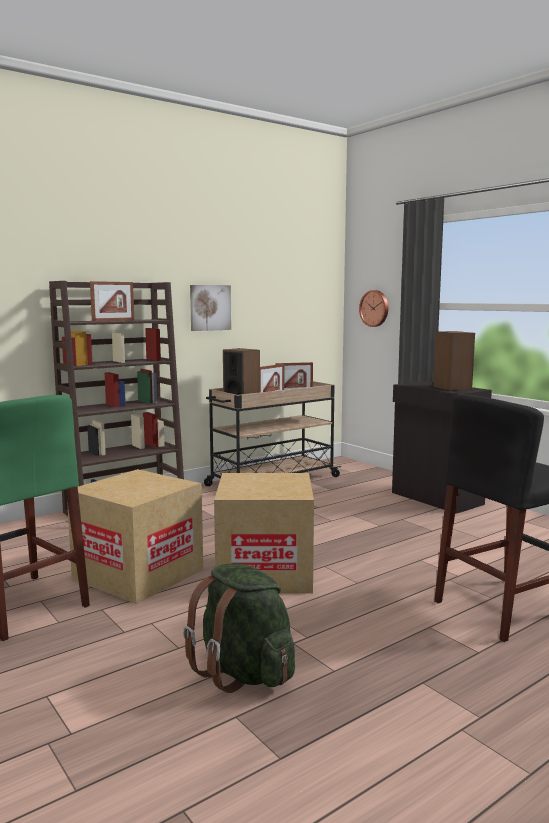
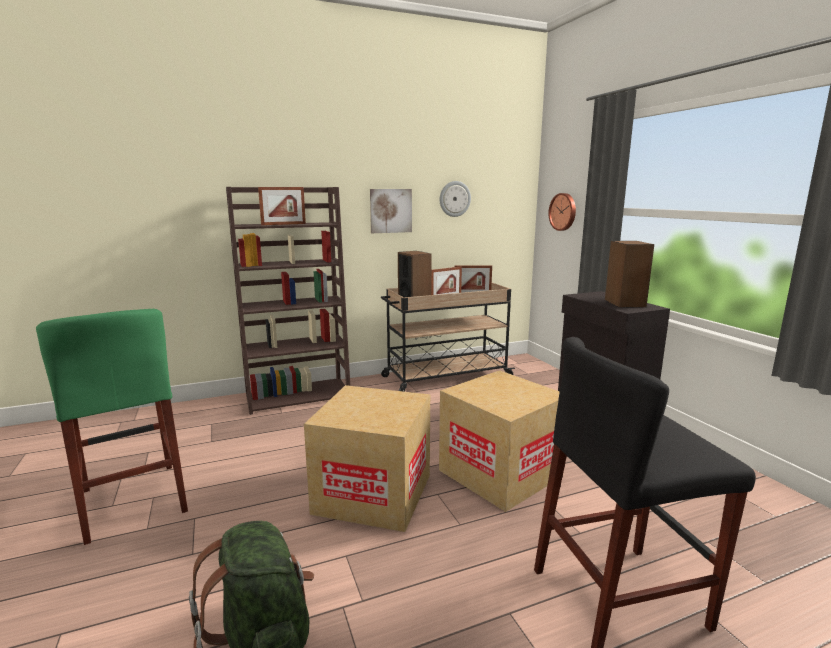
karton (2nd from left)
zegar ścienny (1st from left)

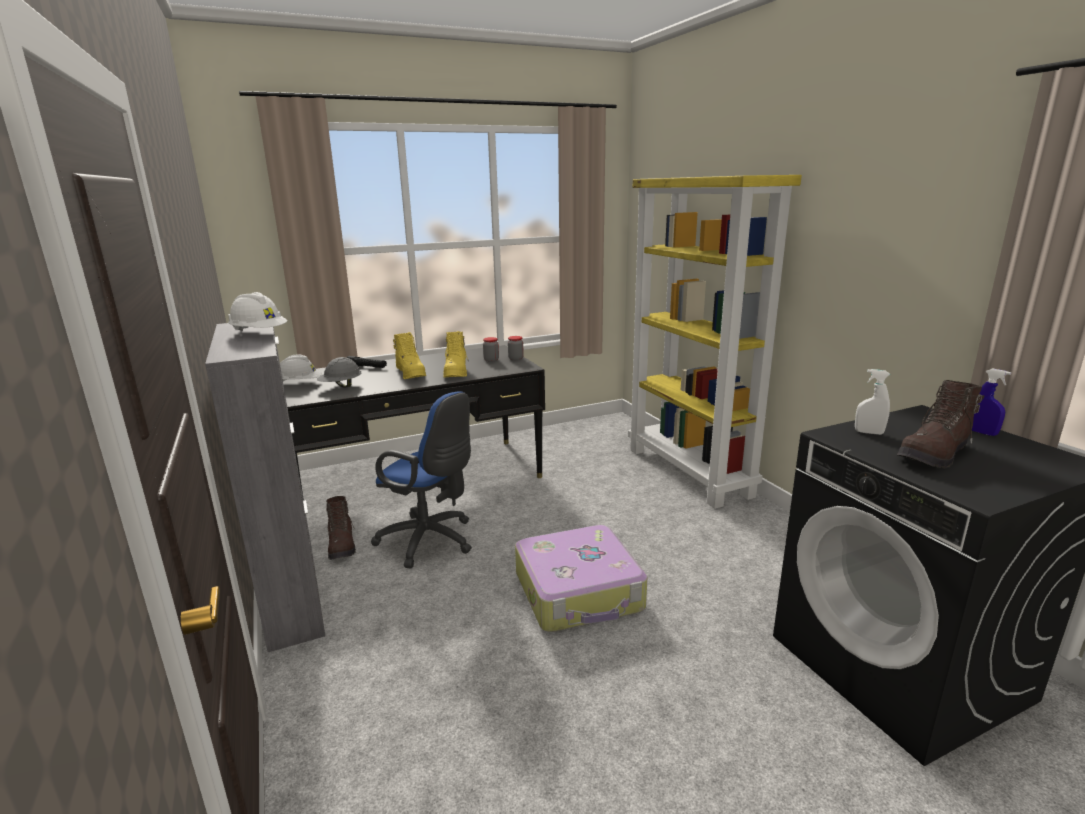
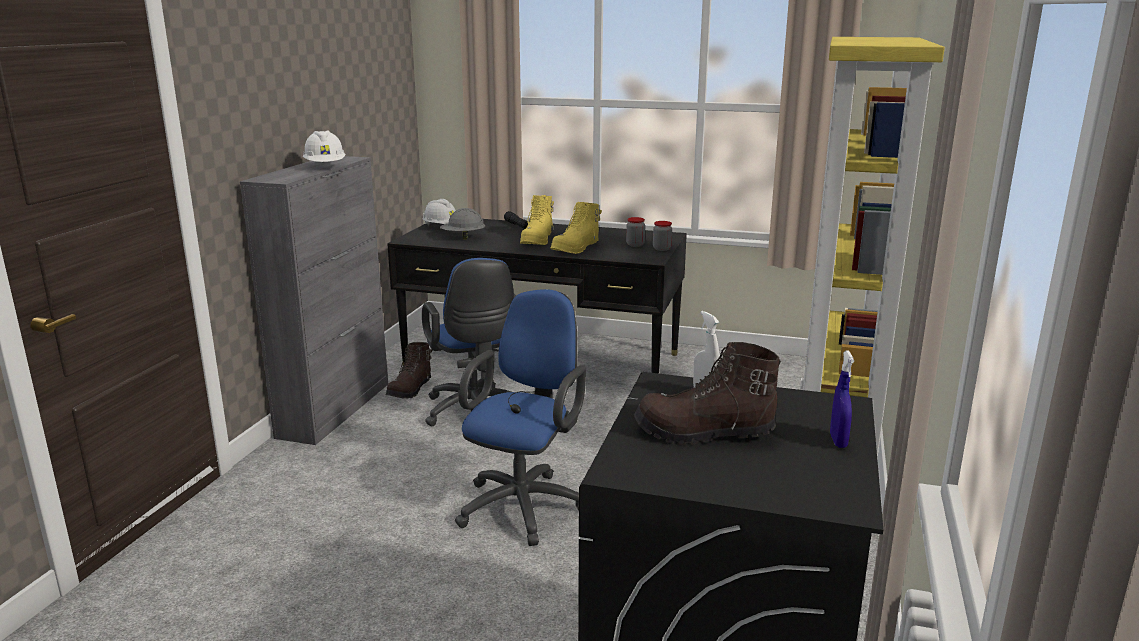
krzesło biurowe/niebieski (2nd from left)

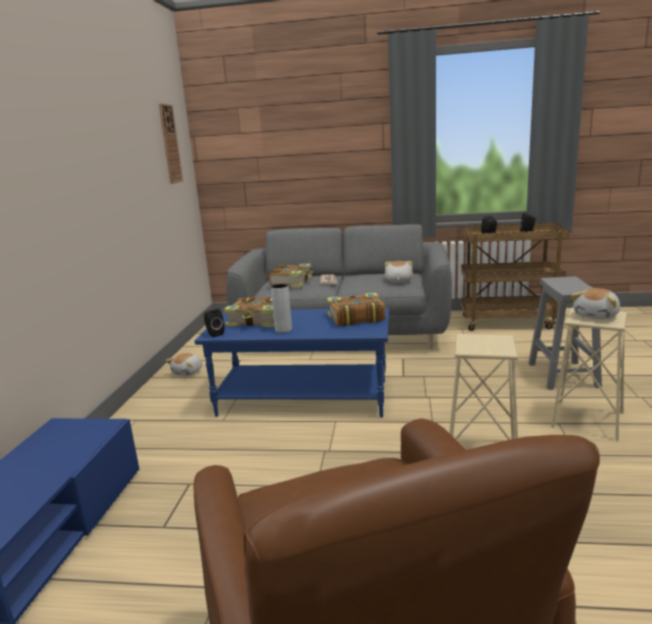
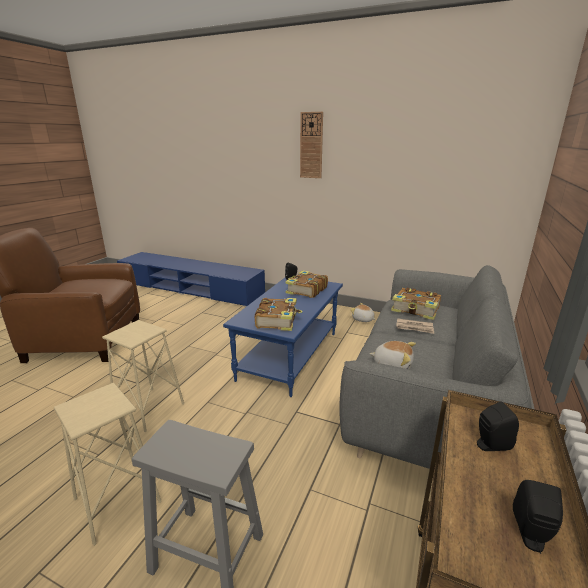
zegar ścienny
wazon/szary
pluszak (3rd from left in the first image)

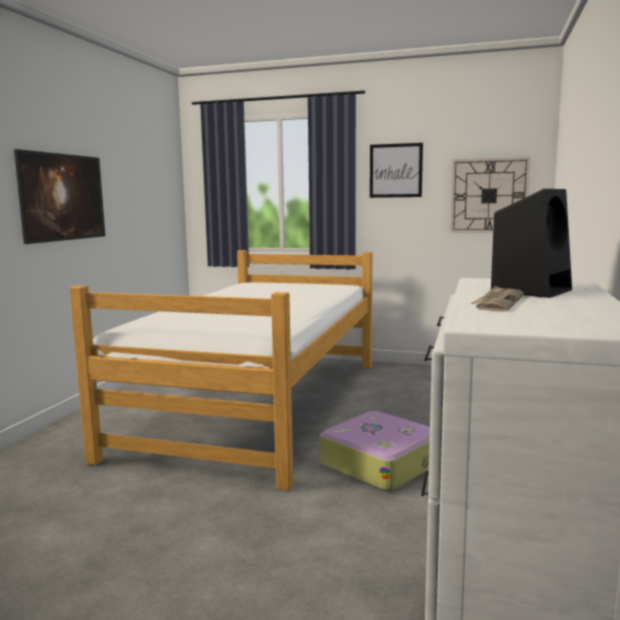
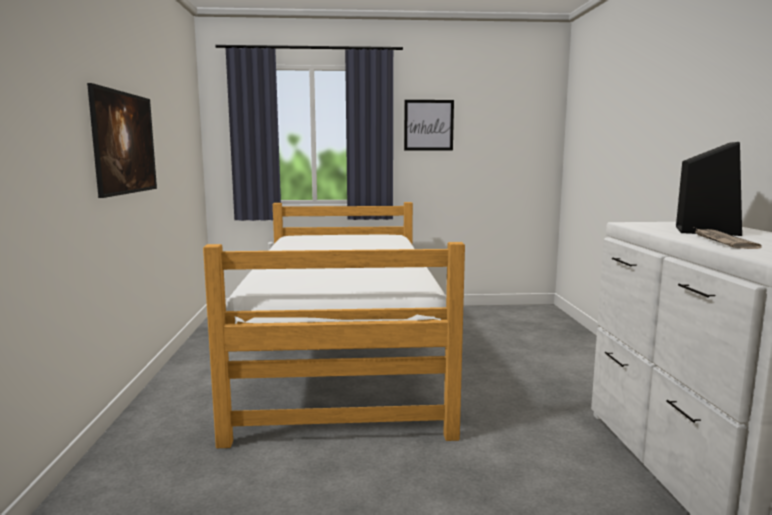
walizka
zegar ścienny

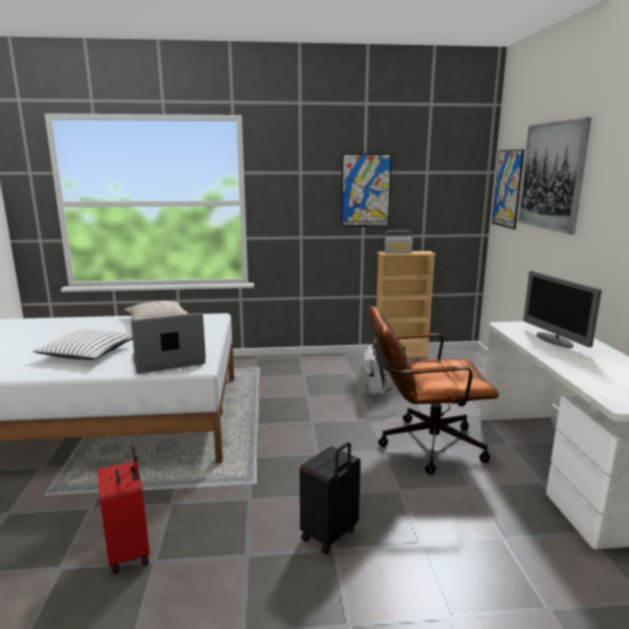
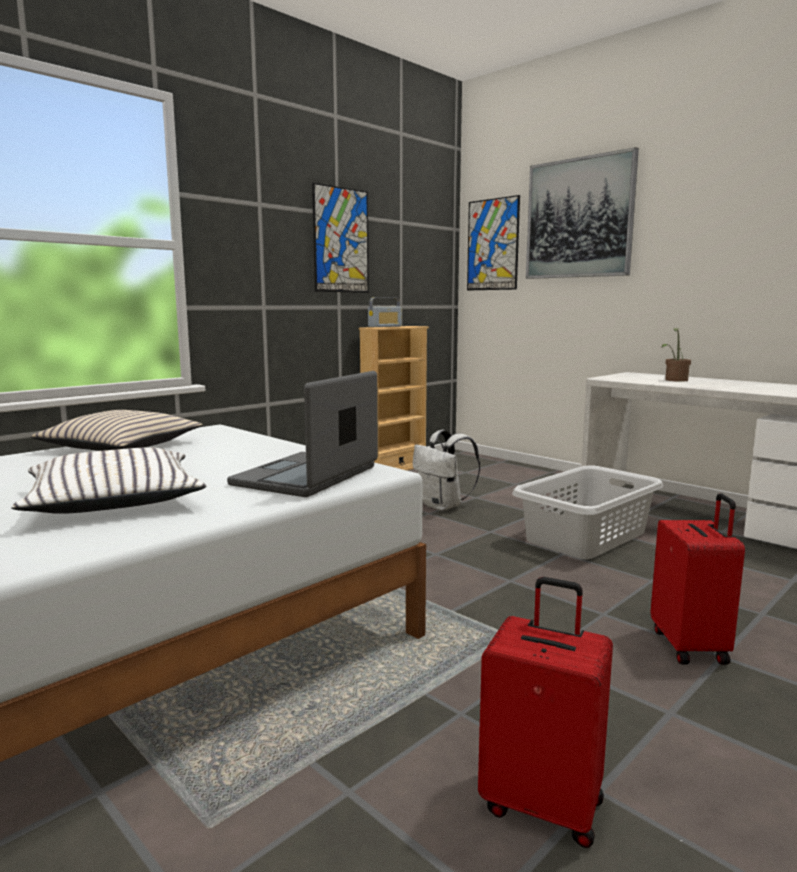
kosz na pranie/szary
walizka/czerwony (2nd from left)
roślina doniczkowa

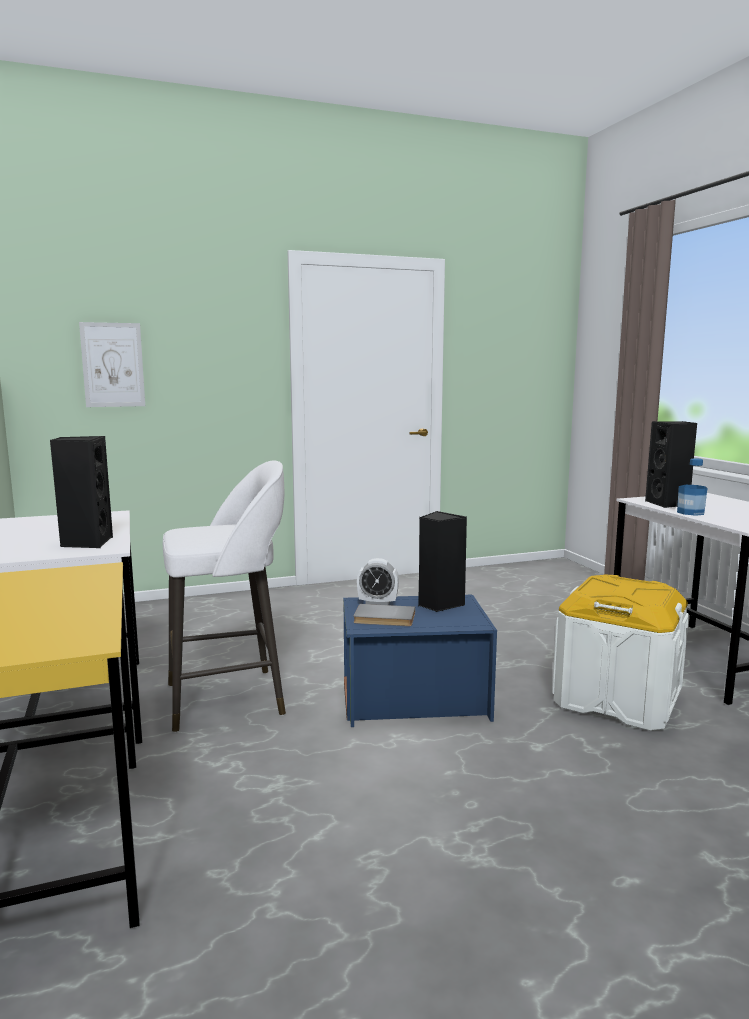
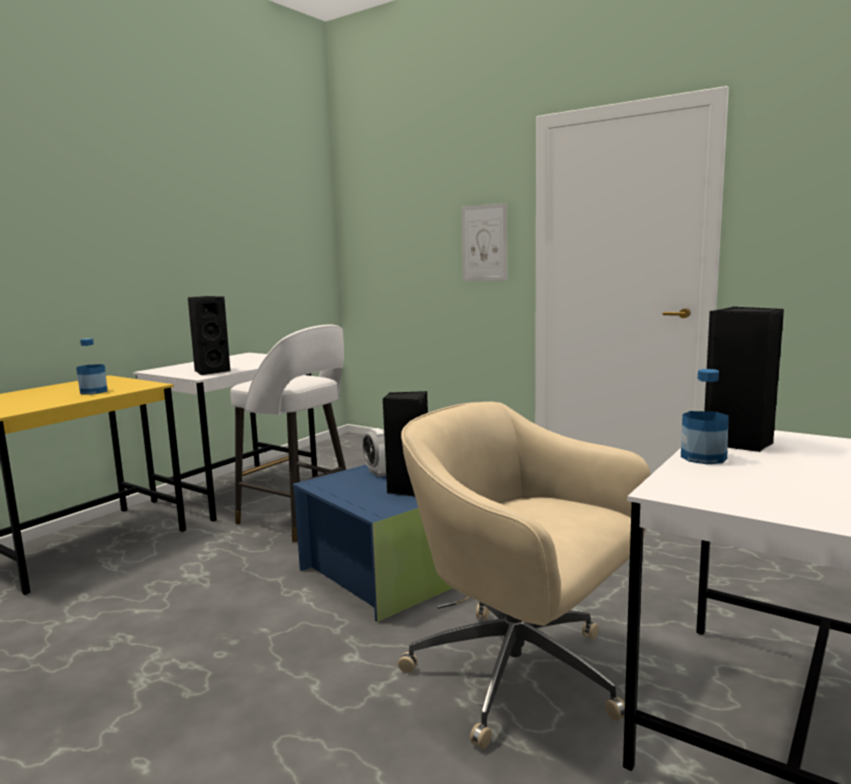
butelka (1st from left)
krzesło biurowe/beżowy
obraz
książka/szary

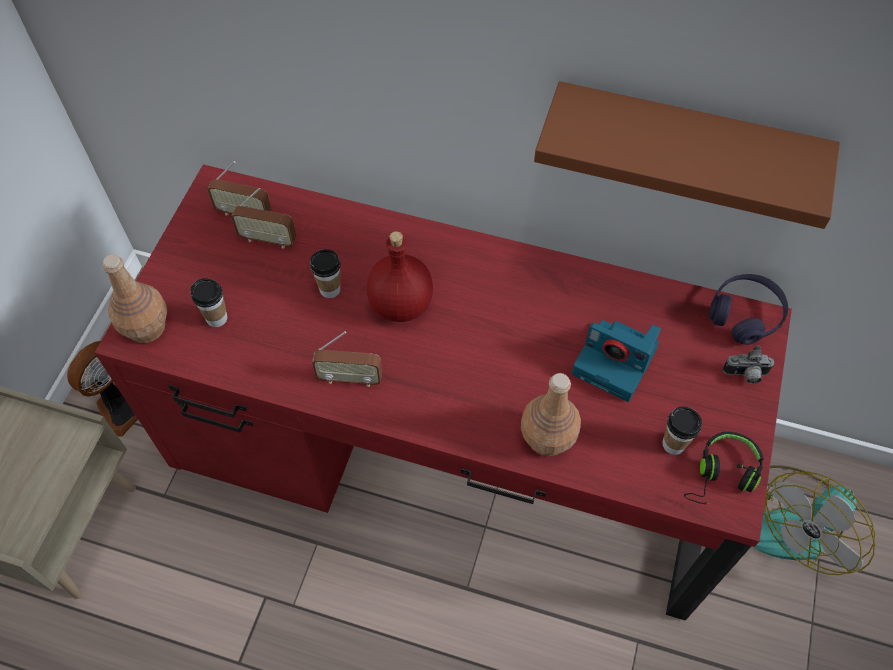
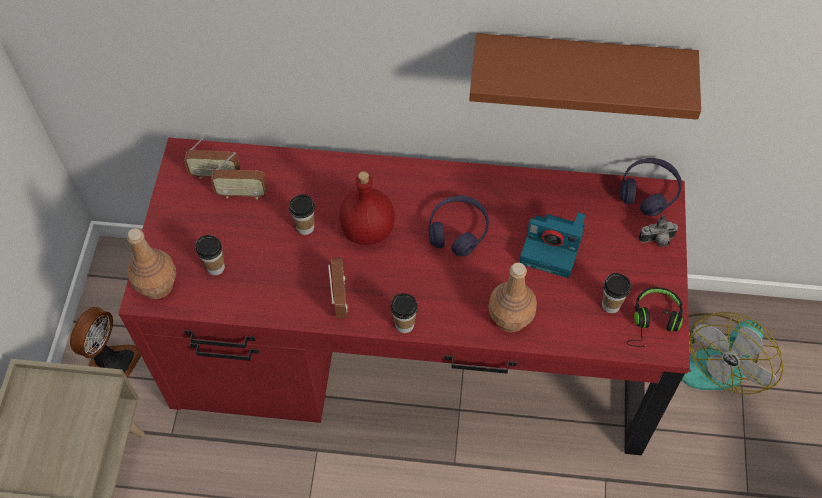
radio (3rd from left)
filiżanka (3rd from left)
słuchawki/fioletowy (1st from left)

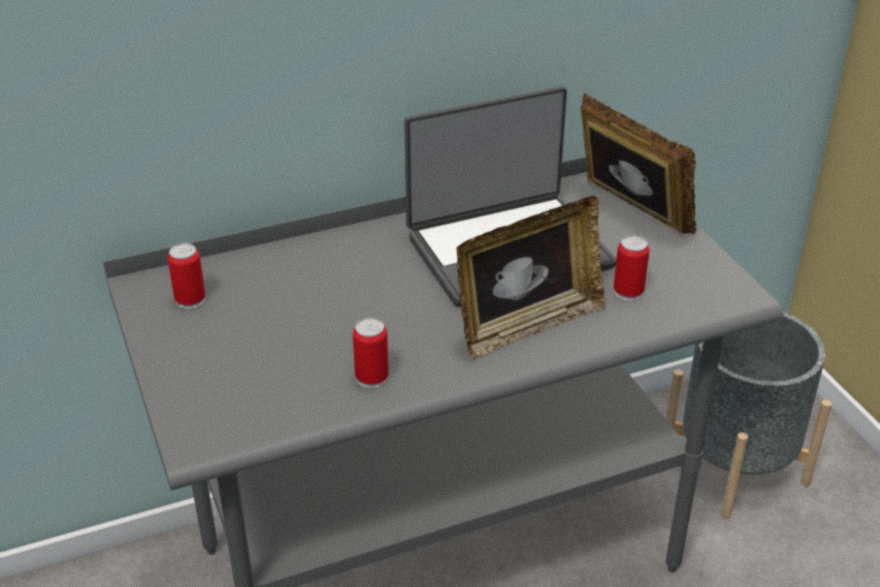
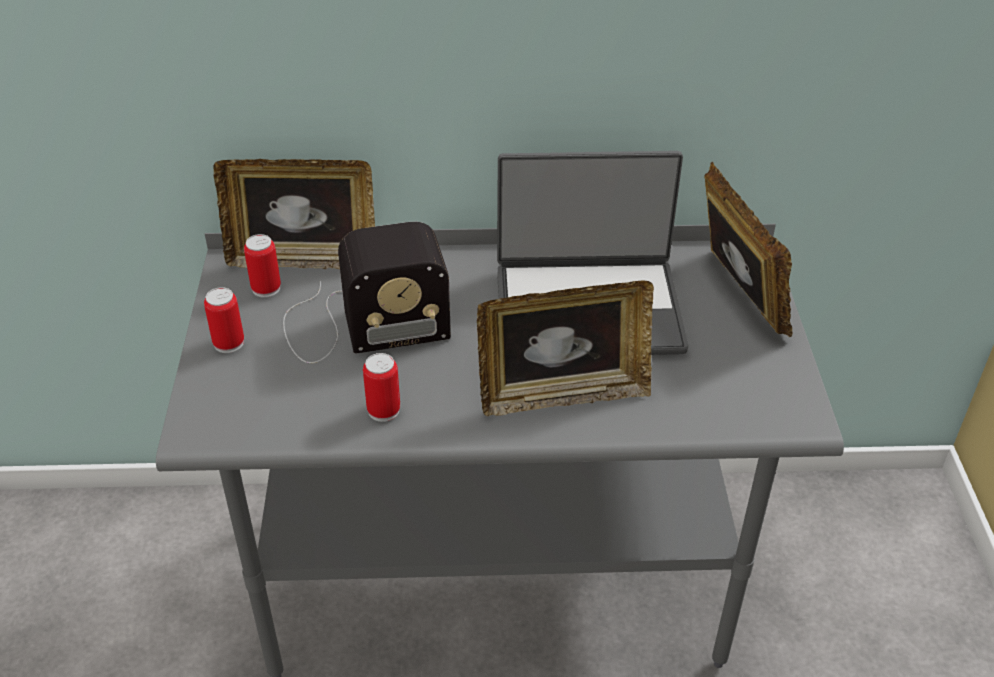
puszka (1st from left)
ramka na zdjęcie (1st from left)
radio
donica/szary

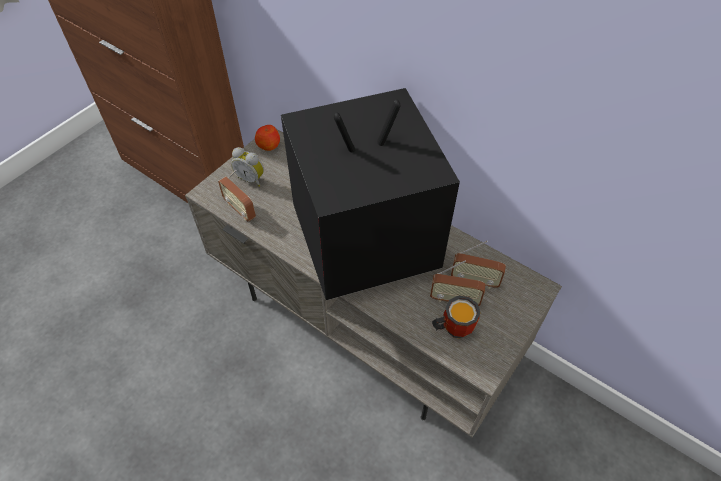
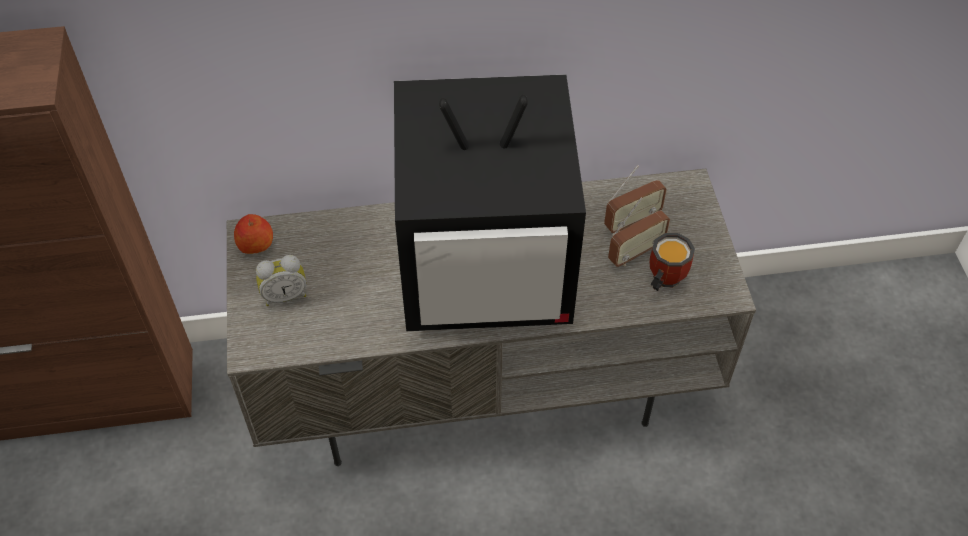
telewizor
radio (1st from left in the first image)

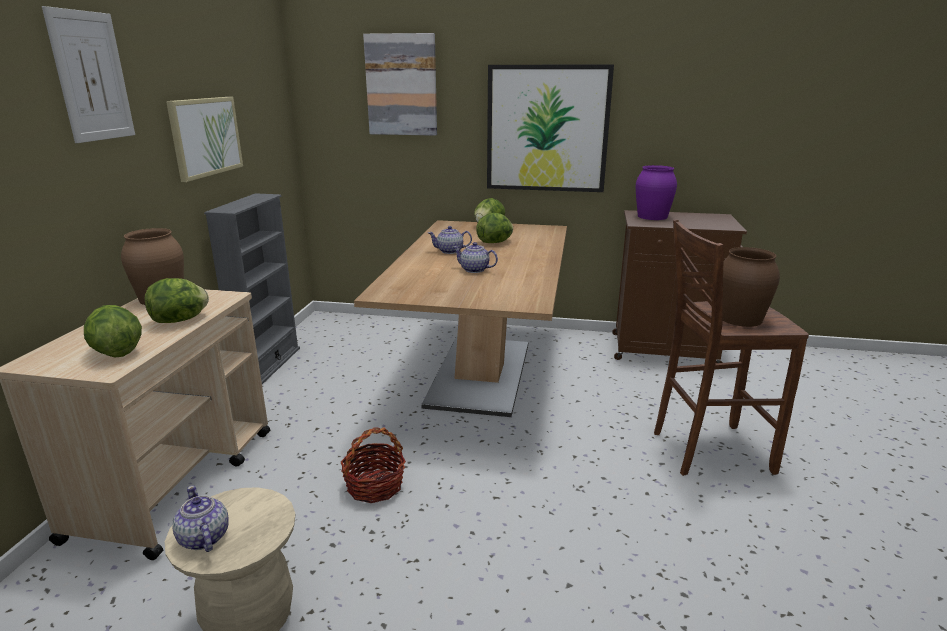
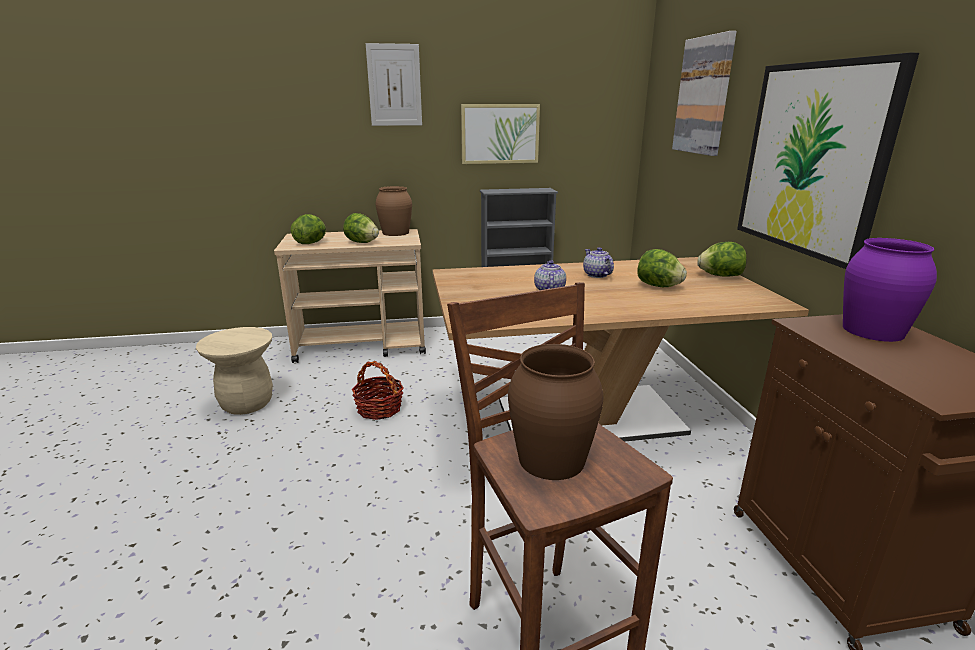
imbryk (1st from left in the first image)

